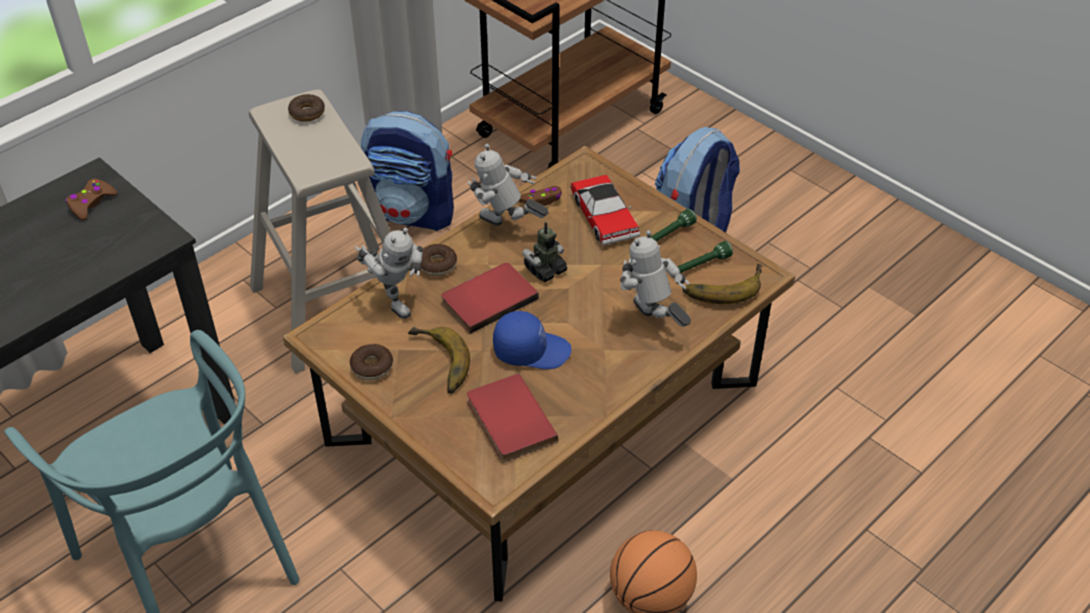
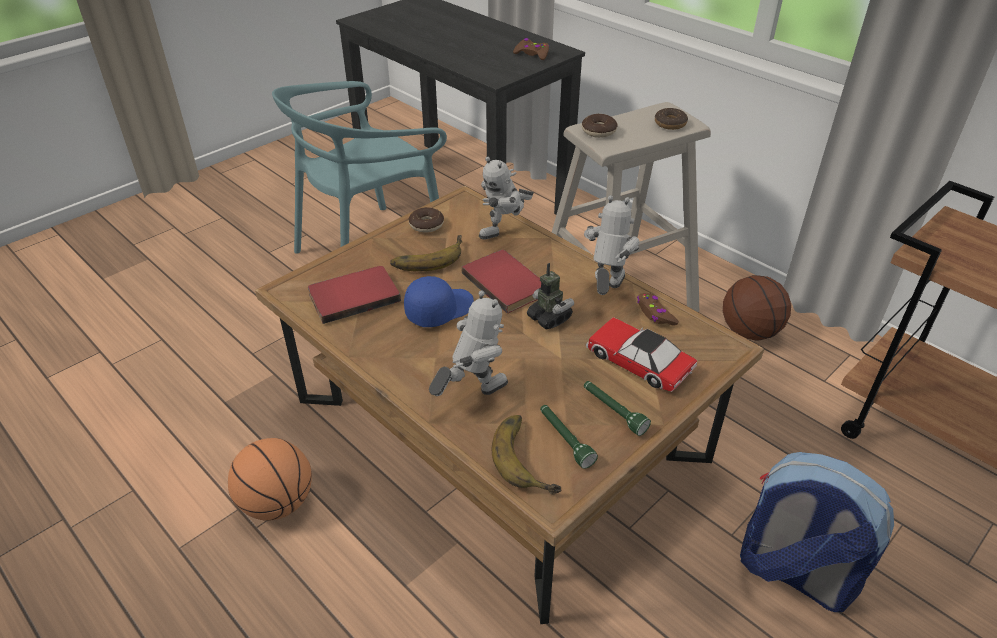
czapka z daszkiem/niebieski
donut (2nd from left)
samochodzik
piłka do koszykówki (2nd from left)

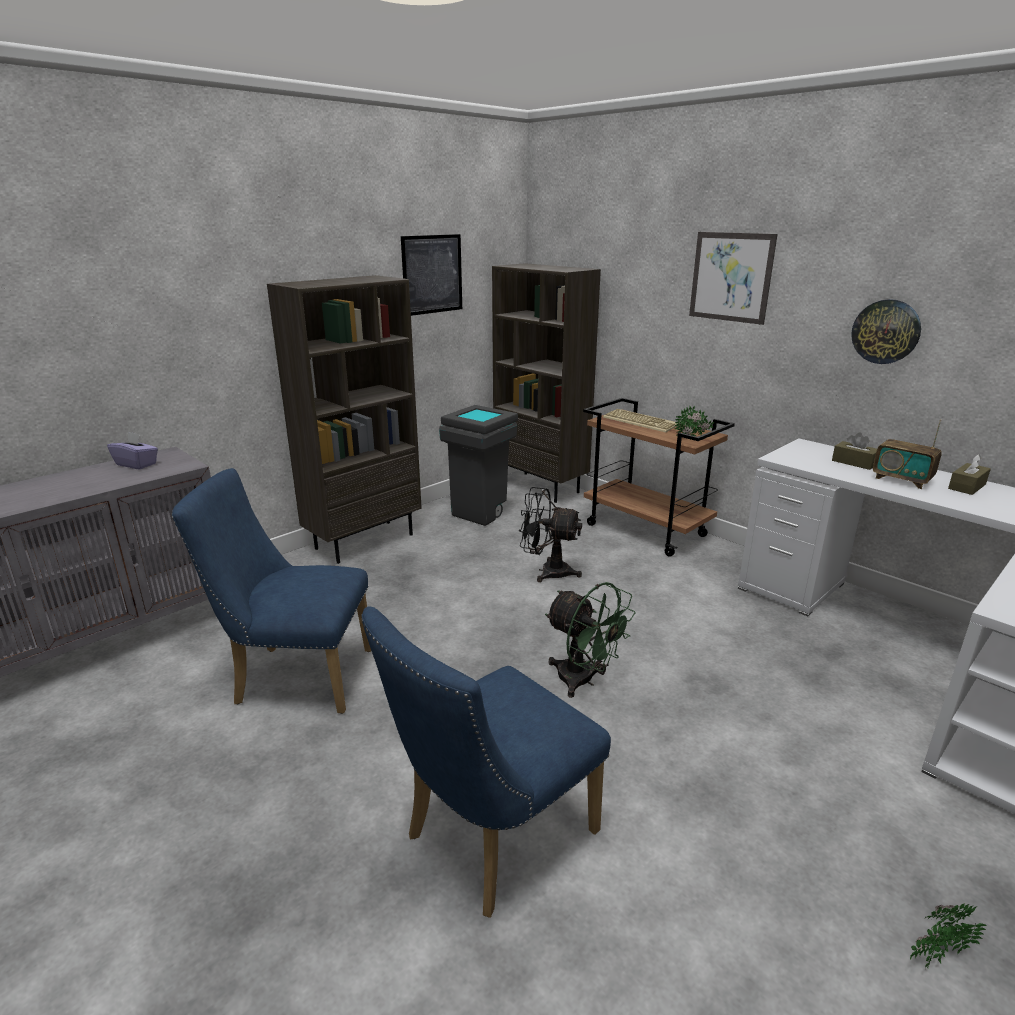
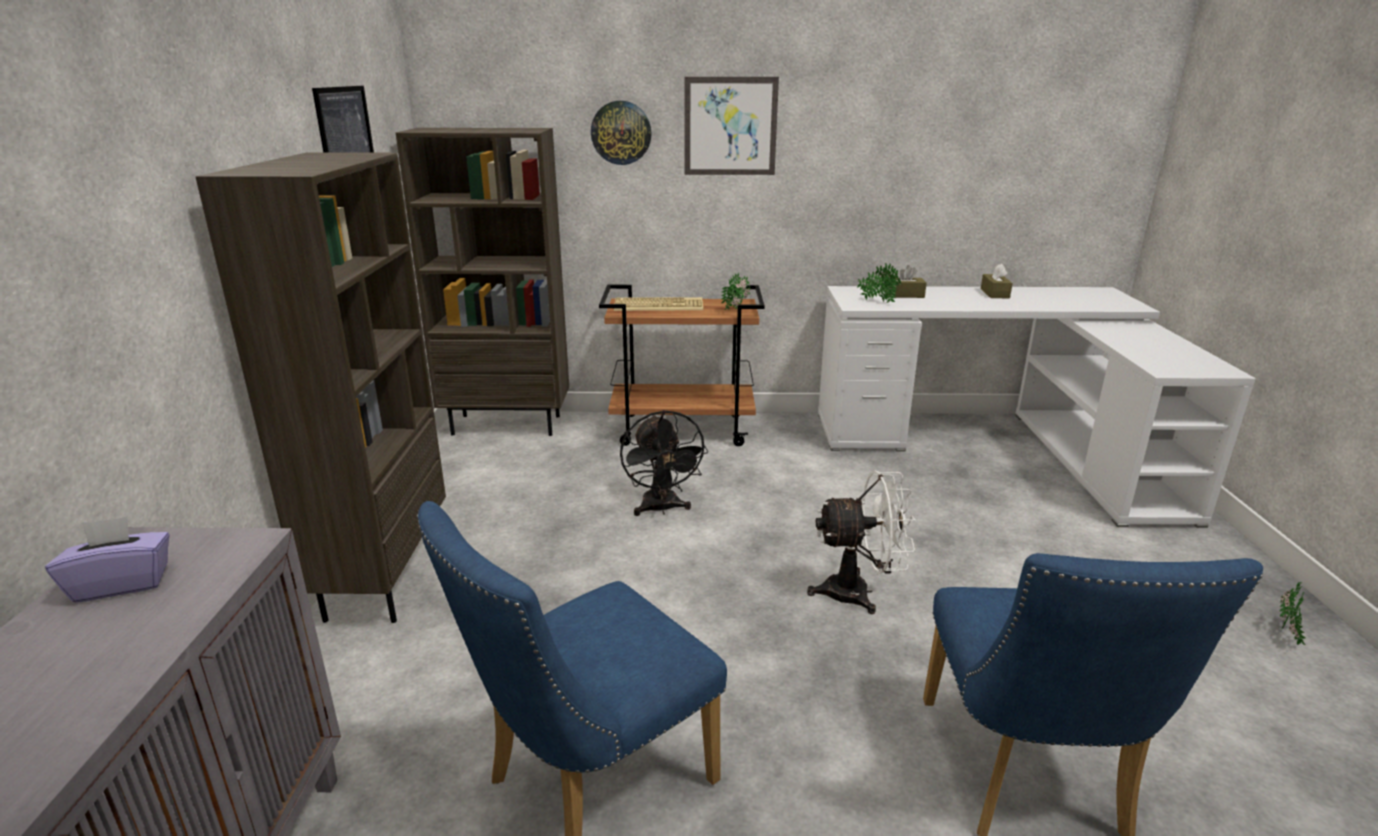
zegar ścienny
wentylator/czarny
wentylator/biały
roślina doniczkowa (2nd from left)
kosz na śmieci/szary
radio

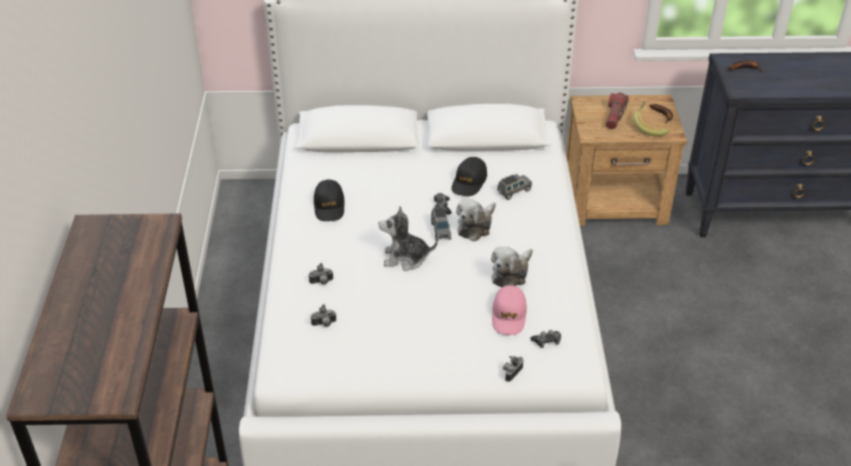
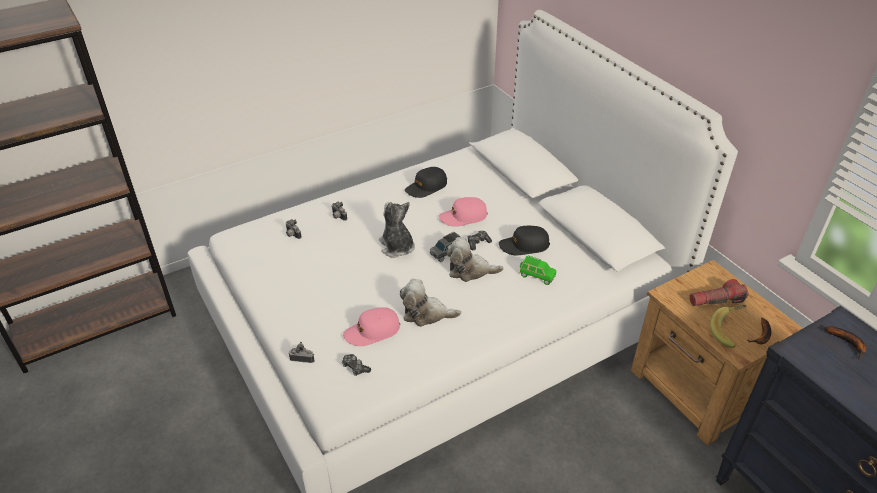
czapka z daszkiem/różowy (2nd from left)
samochodzik/zielony

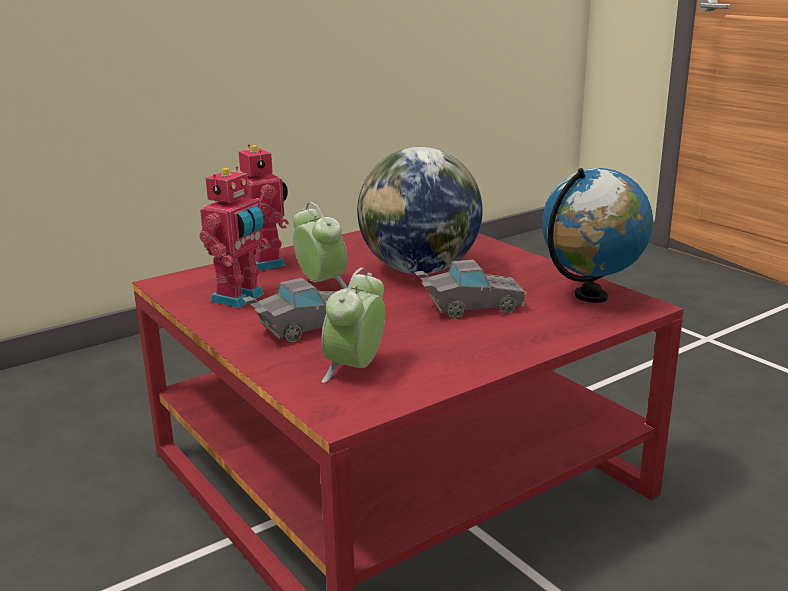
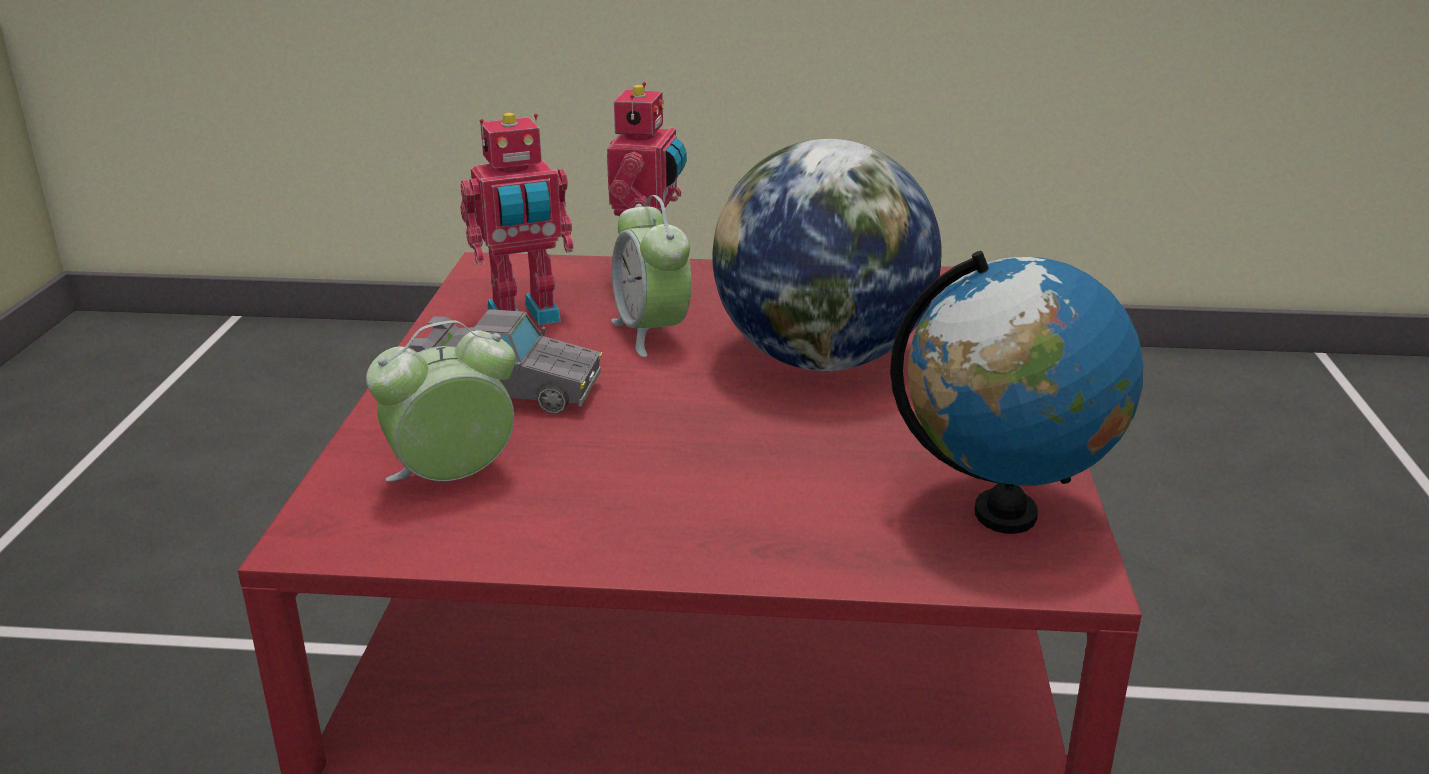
budzik (2nd from left)
samochodzik/szary (2nd from left in the first image)

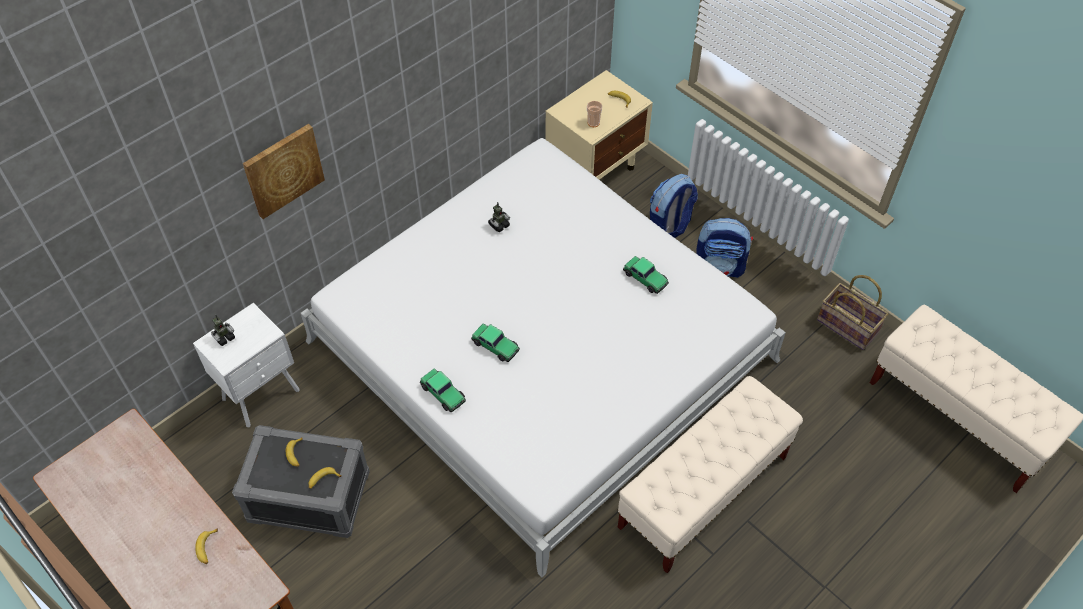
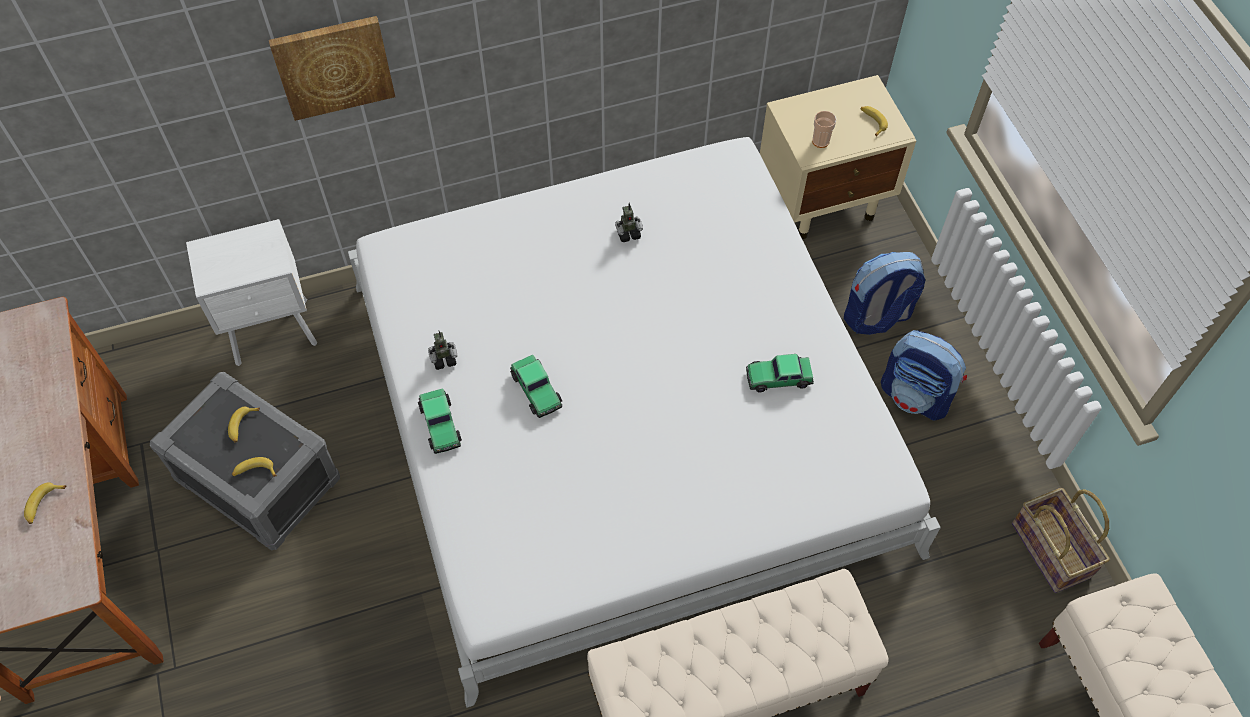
robot zabawkowy (1st from left)
samochodzik (3rd from left)

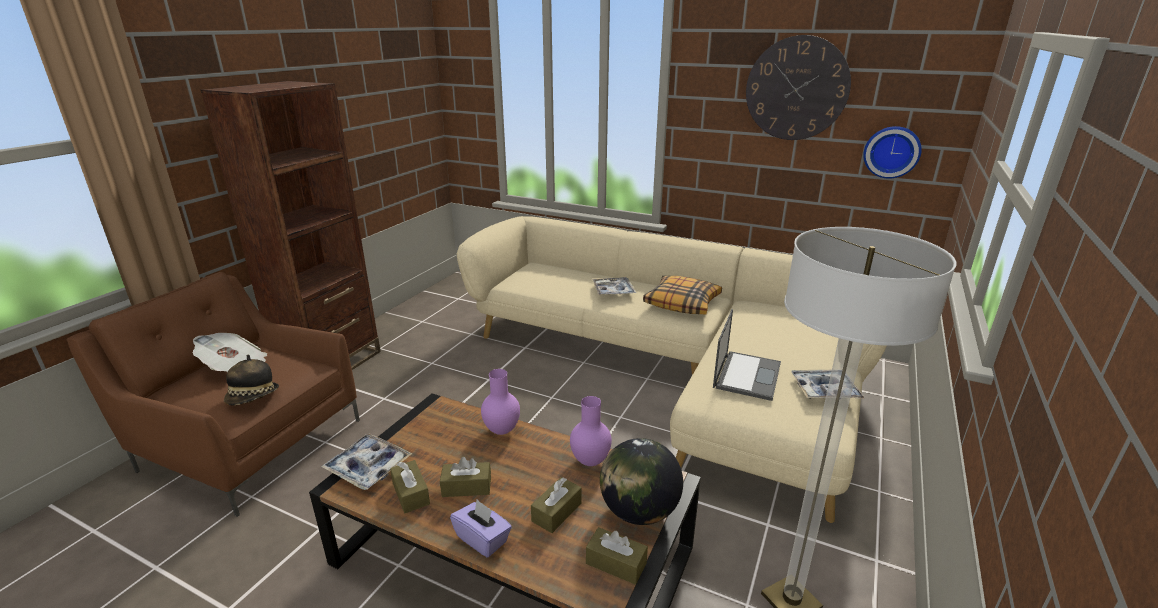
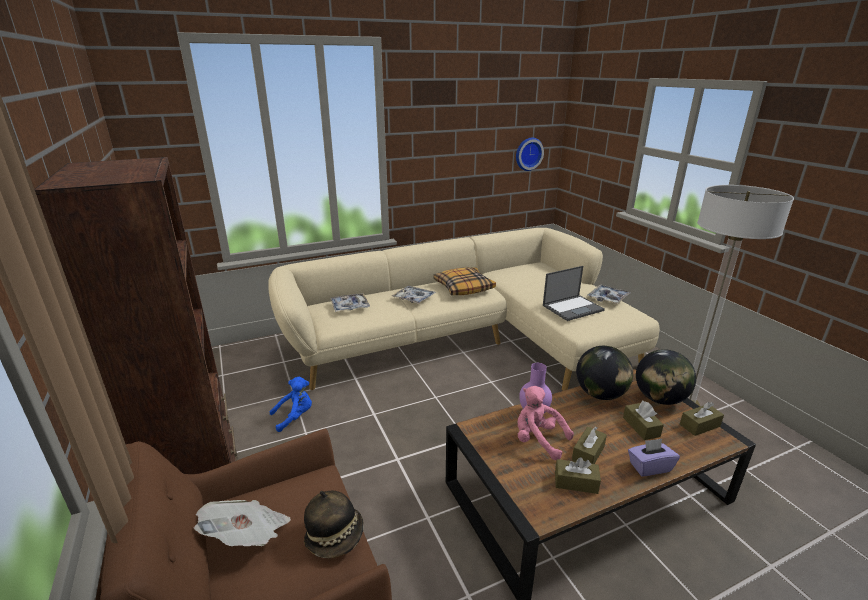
pluszak/niebieski
taca (1st from left)
pluszak/różowy
laptop
globus (1st from left)
zegar ścienny (1st from left in the first image)

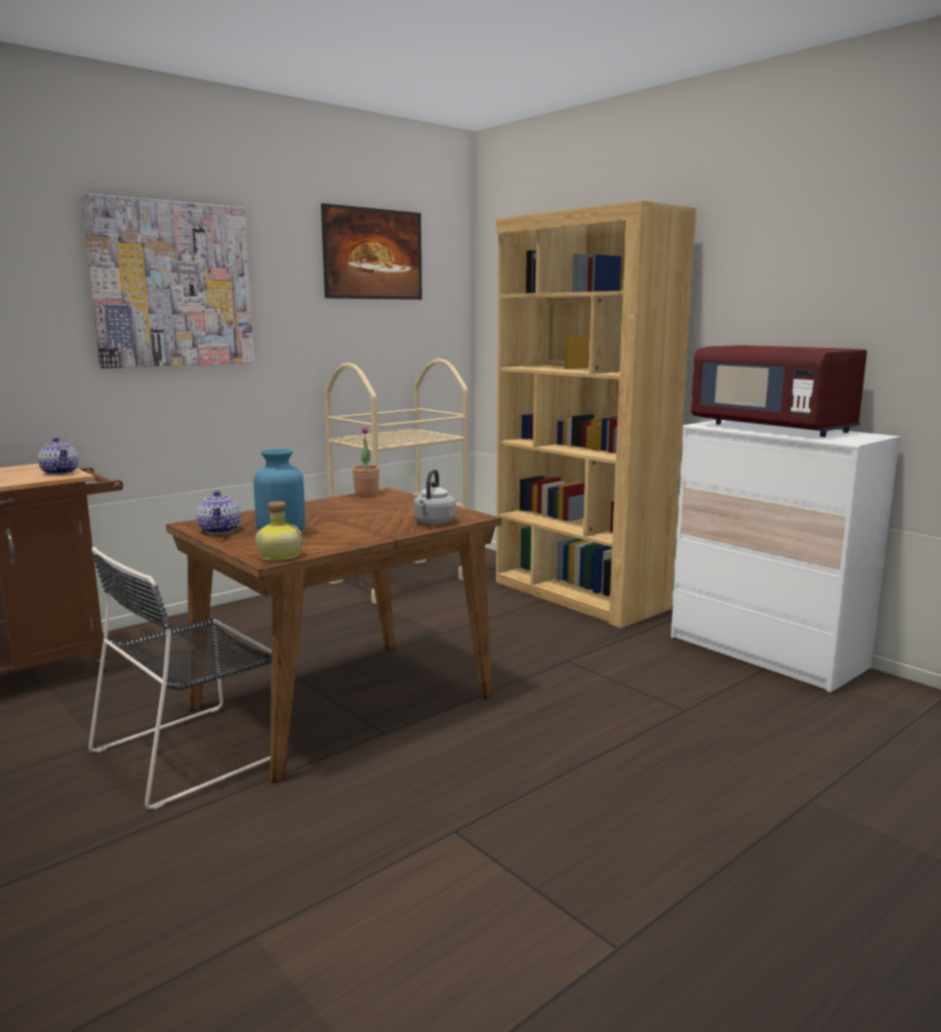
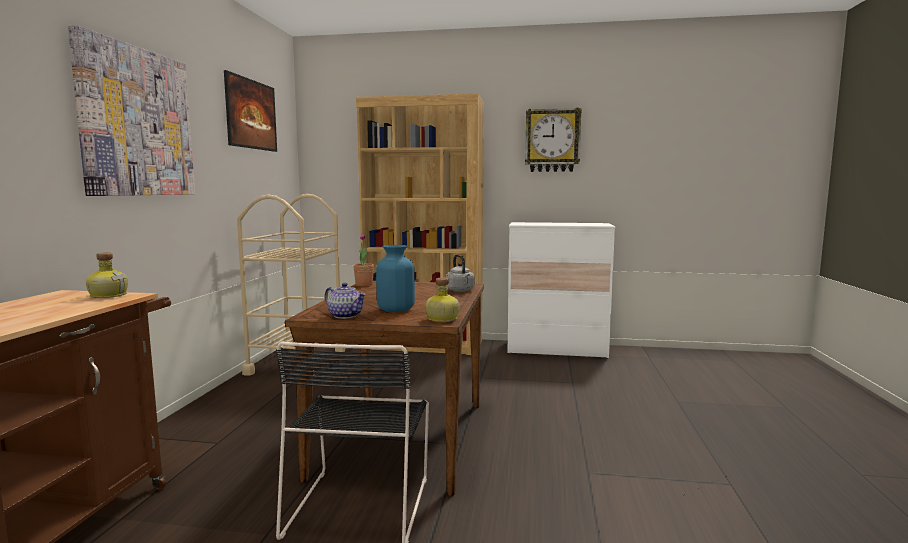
butelka (1st from left)
zegar ścienny
mikrofalówka/czerwony

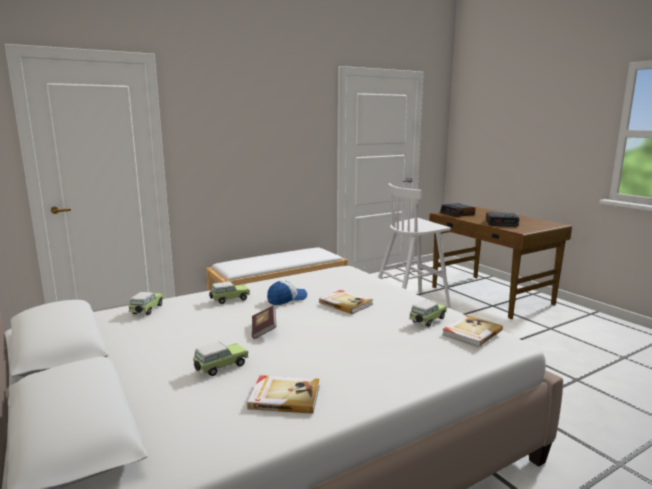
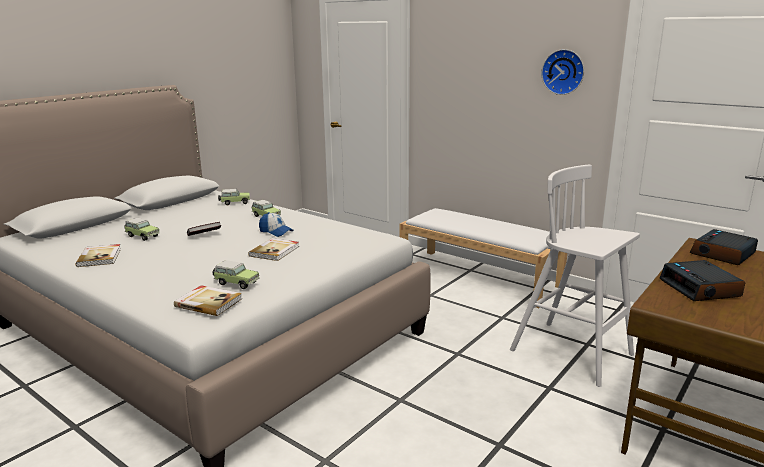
zegar ścienny

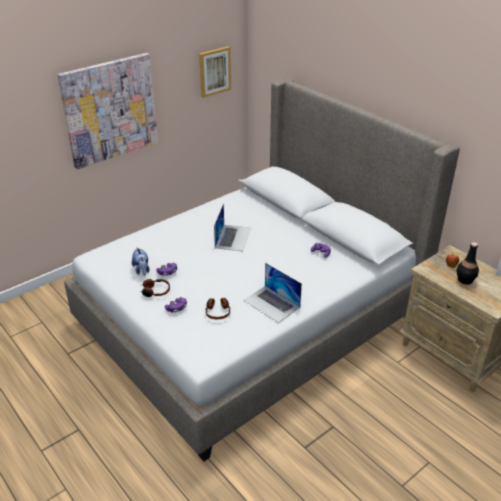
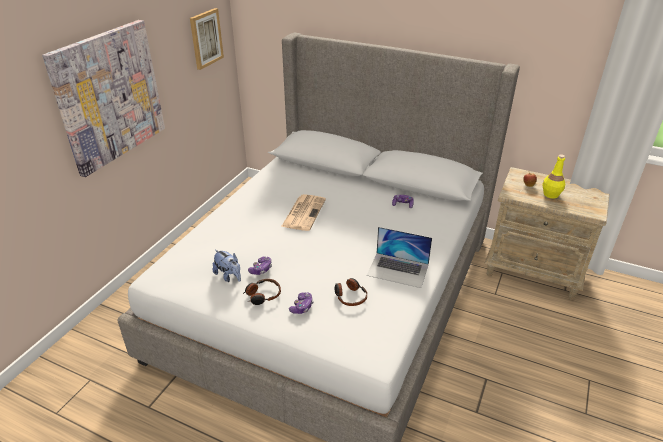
gazeta
butelka/żółty

